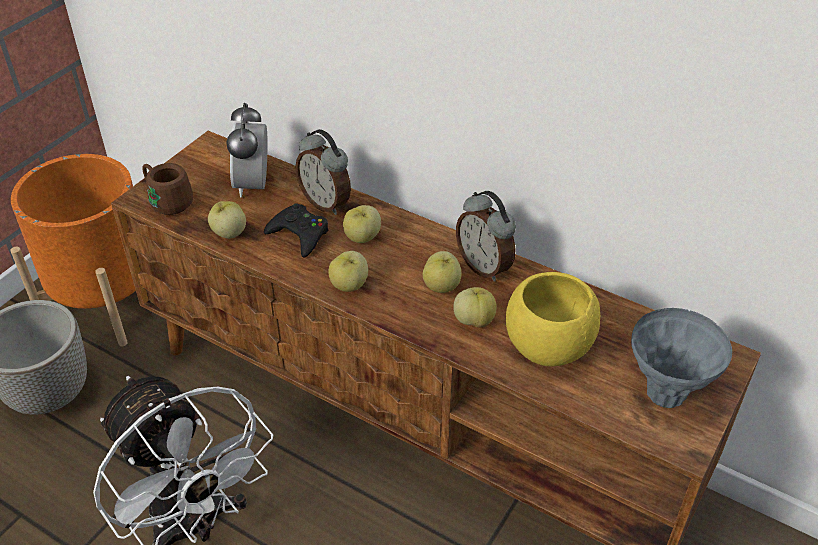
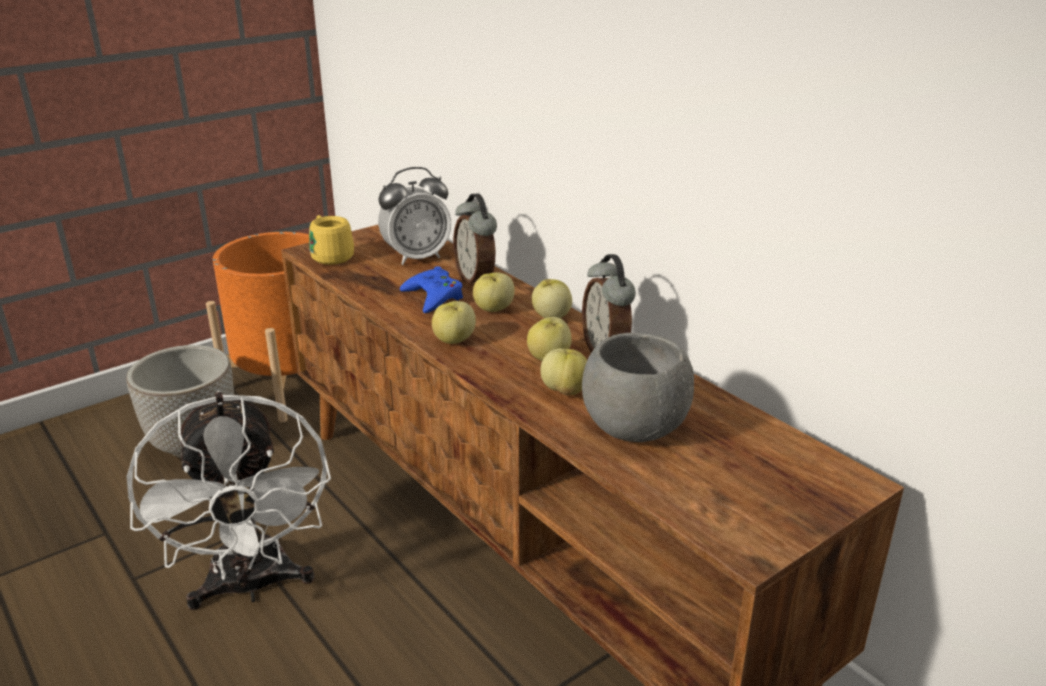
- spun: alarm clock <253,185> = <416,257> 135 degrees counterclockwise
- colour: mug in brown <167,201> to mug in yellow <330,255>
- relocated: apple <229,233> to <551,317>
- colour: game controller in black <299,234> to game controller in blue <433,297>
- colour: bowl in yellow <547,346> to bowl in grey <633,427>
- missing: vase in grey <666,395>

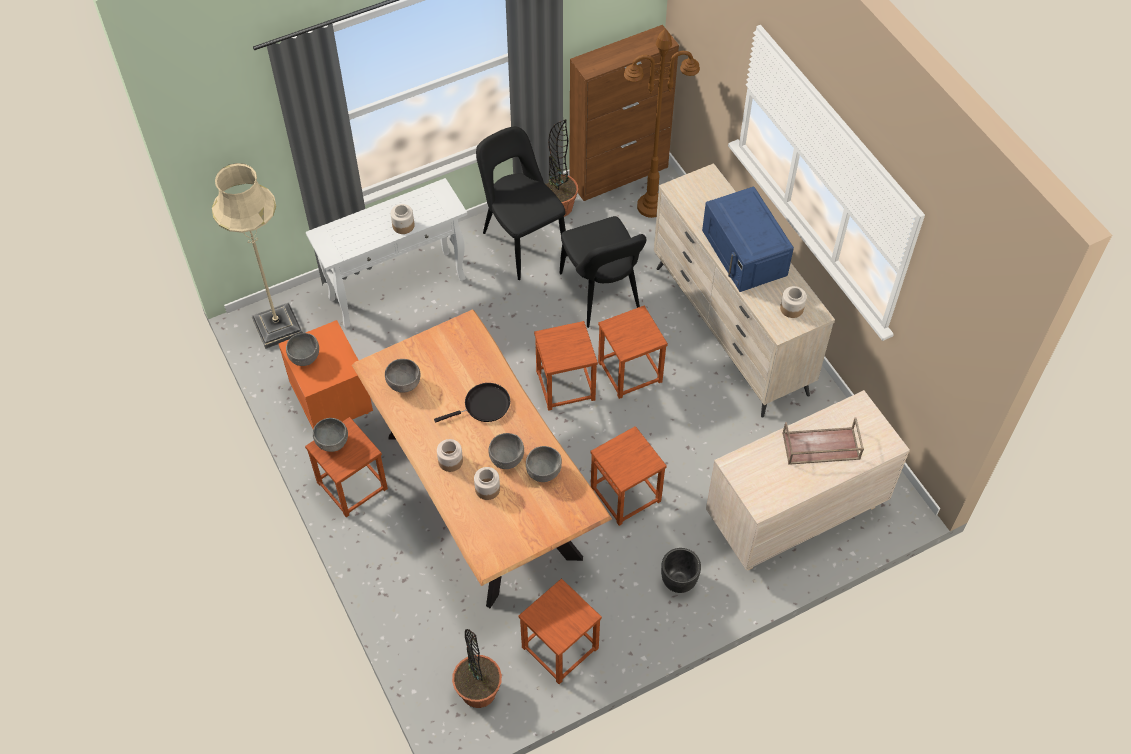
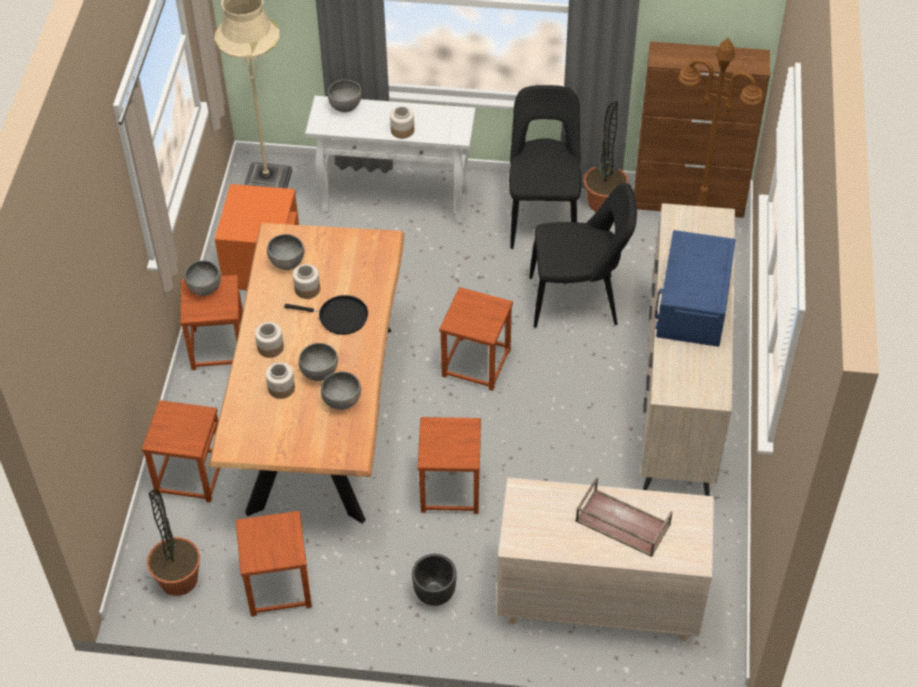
- spun: chair in black <601,295> = <578,301> 105 degrees counterclockwise
- relocated: jar <791,308> to <307,289>
- relocated: stool in brown <629,372> to <190,474>
- relocated: bowl in grey <305,358> to <345,106>

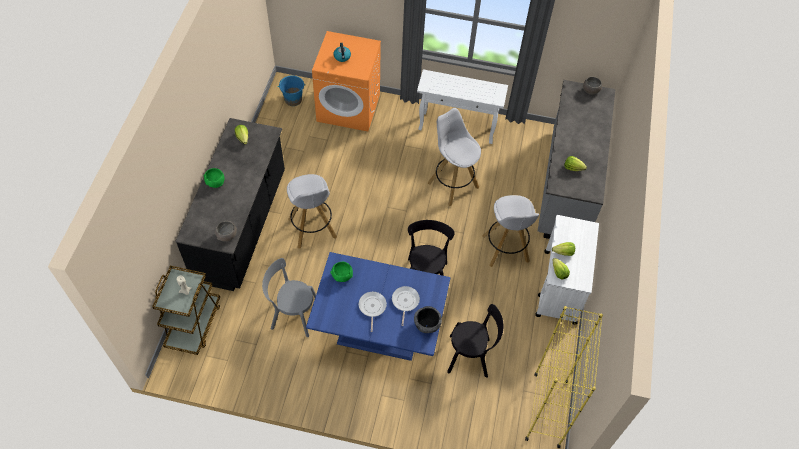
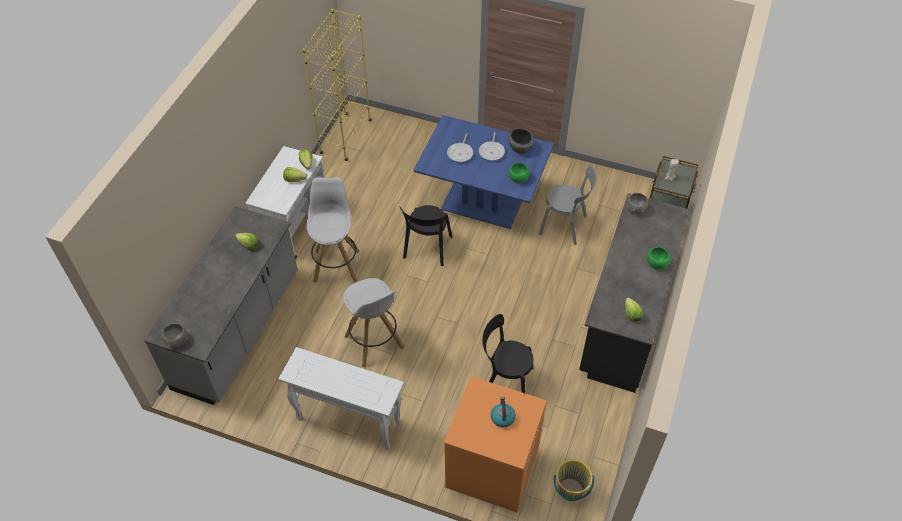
- colour: bucket in blue <293,100> to bucket in yellow <570,490>
- missing: stool in white <312,229>
- relocated: chair in black <471,356> to <504,381>
- relocated: bowl <426,326> to <520,149>

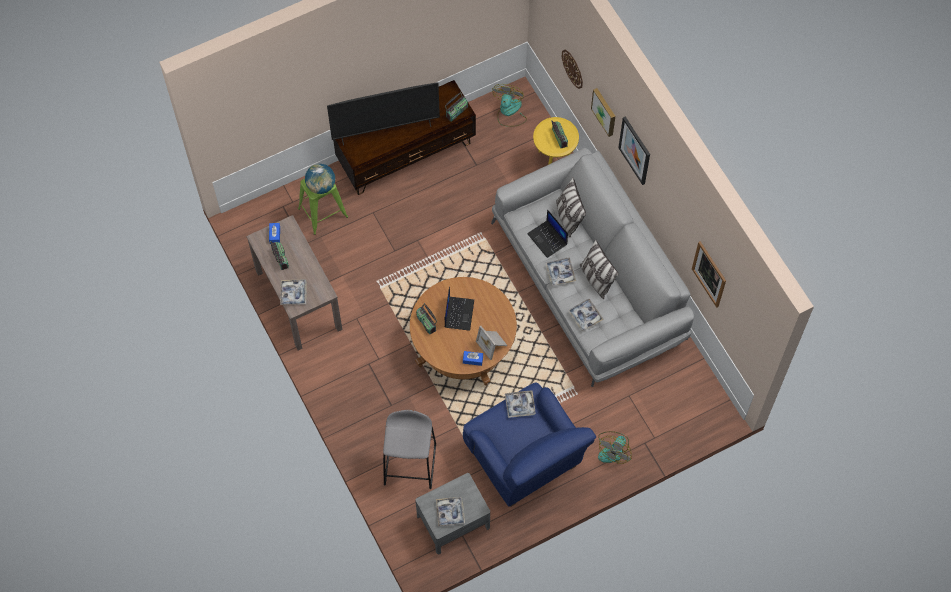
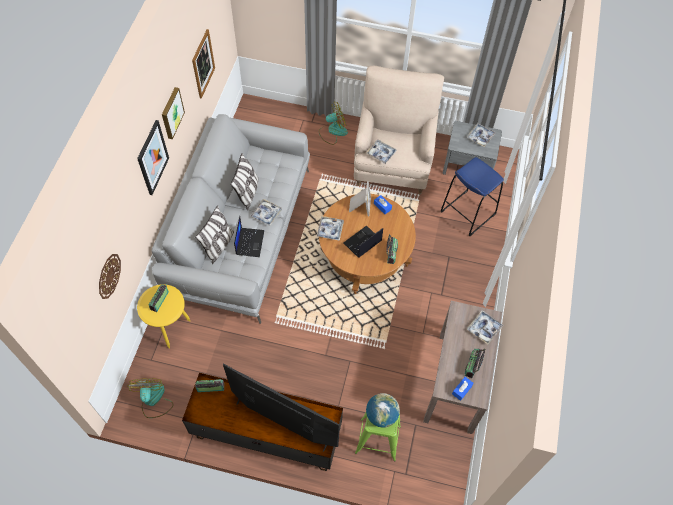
- spun: fan <509,112> = <153,400> 120 degrees clockwise
- relocated: picture <605,111> to <171,113>
- relocated: tray <585,316> to <330,230>
- colour: armchair in blue <525,461> to armchair in beige <392,163>
- colour: stool in grey <410,464> to stool in blue <467,213>

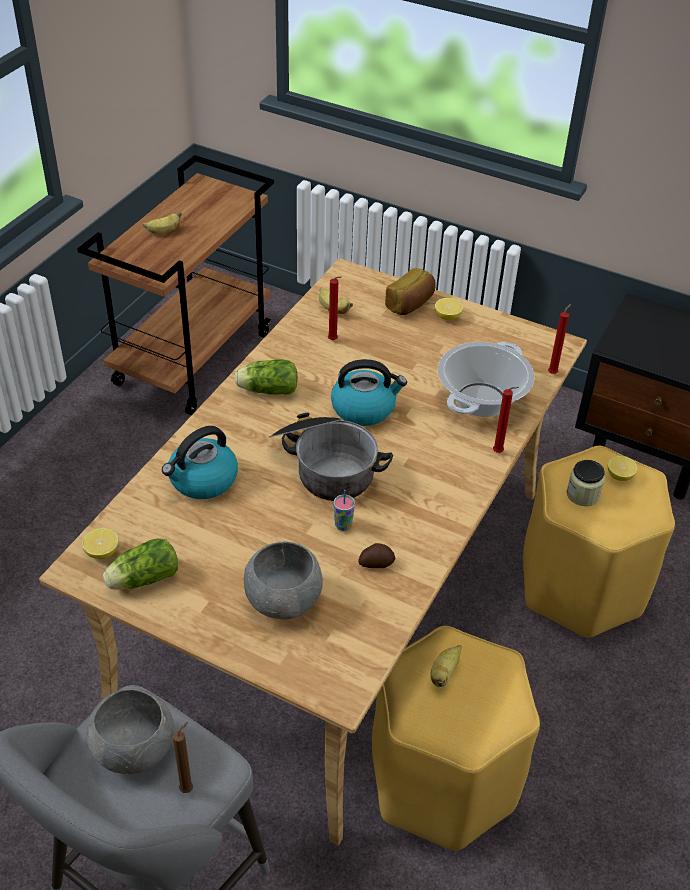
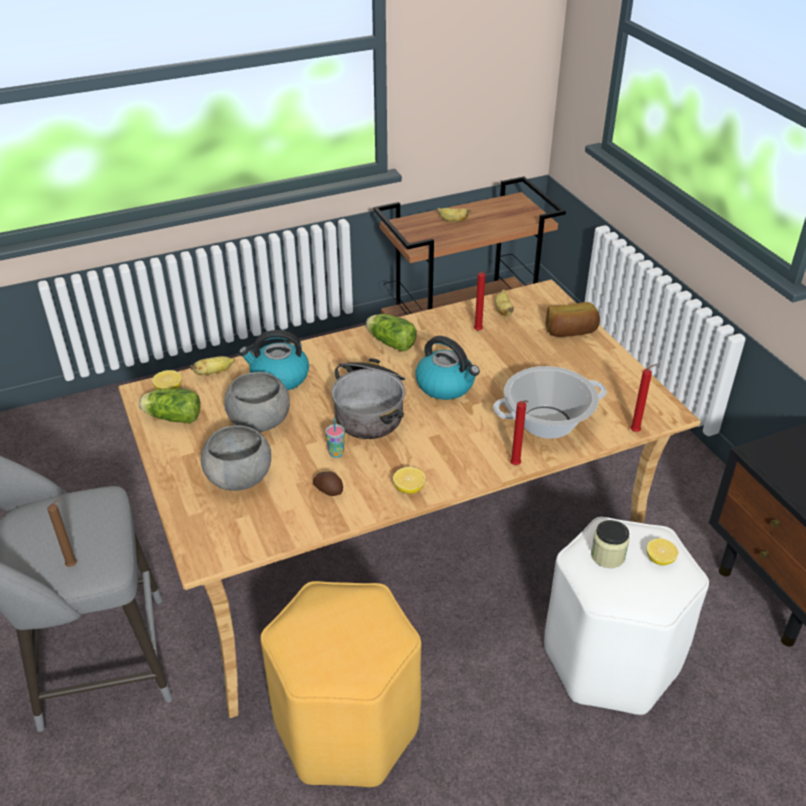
- relocated: lemon <447,317> to <409,489>
- colour: stool in yellow <581,587> to stool in white <610,660>
- relocated: banana <444,673> to <214,372>
- relocated: bowl in grey <133,748> to <259,421>

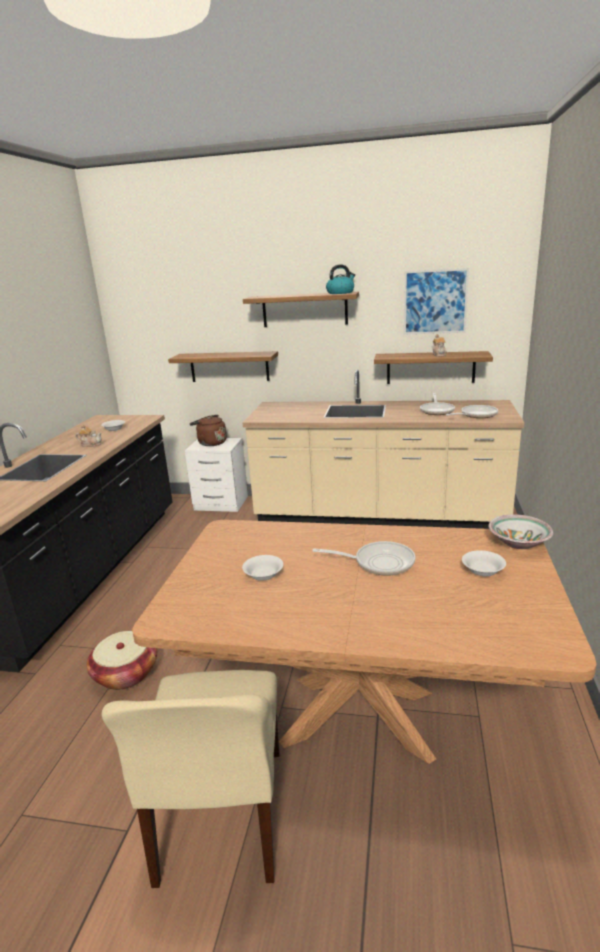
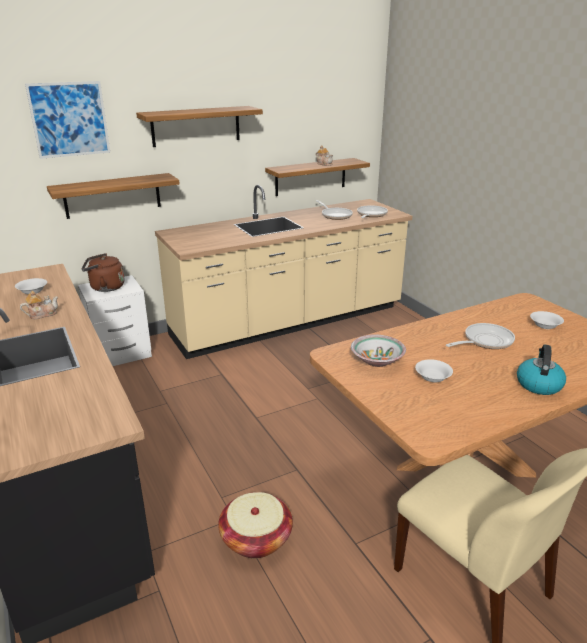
- relocated: kettle <340,293> to <538,384>
- relocated: picture <435,302> to <69,119>
- relocated: bowl <519,543> to <377,360>

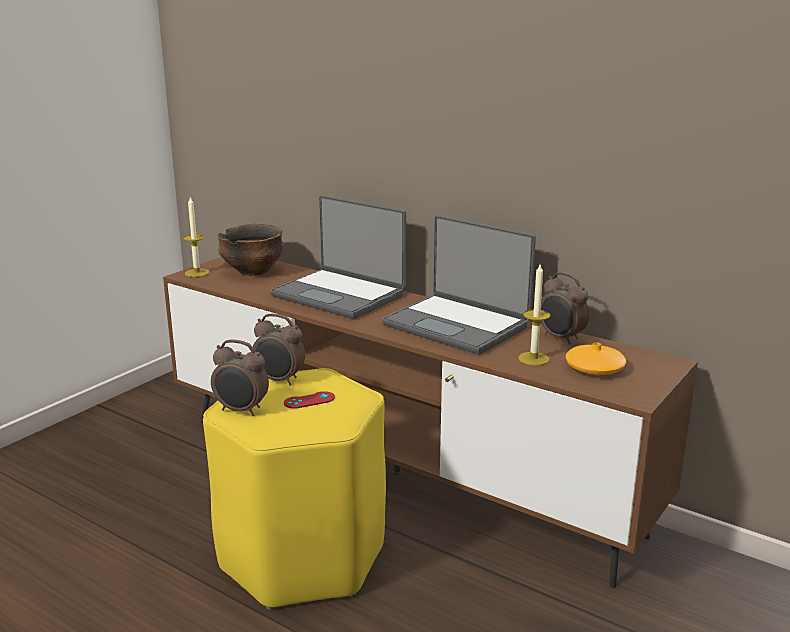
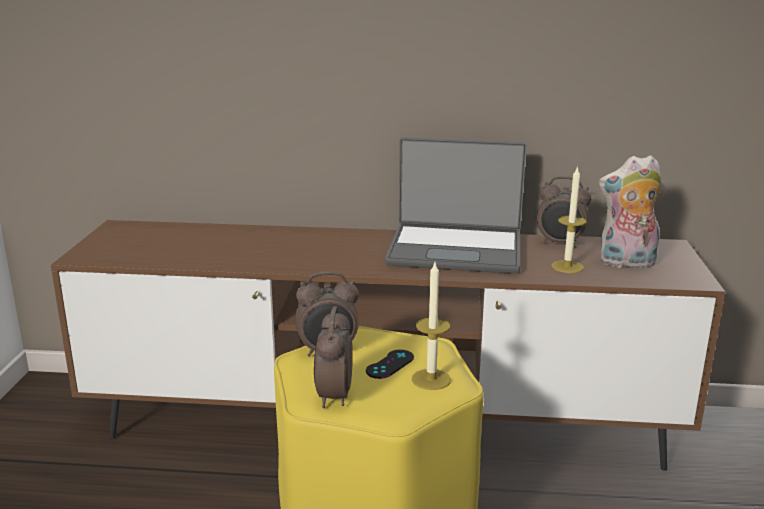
- missing: laptop <340,295>
- relocated: candle <197,273> to <431,379>
- missing: bowl <253,271>
- spun: alarm clock <241,411> = <333,397> 105 degrees clockwise
- exchanged: vase in orange <594,368> to plush toy <626,263>
- colour: game controller in red <309,400> to game controller in black <390,364>

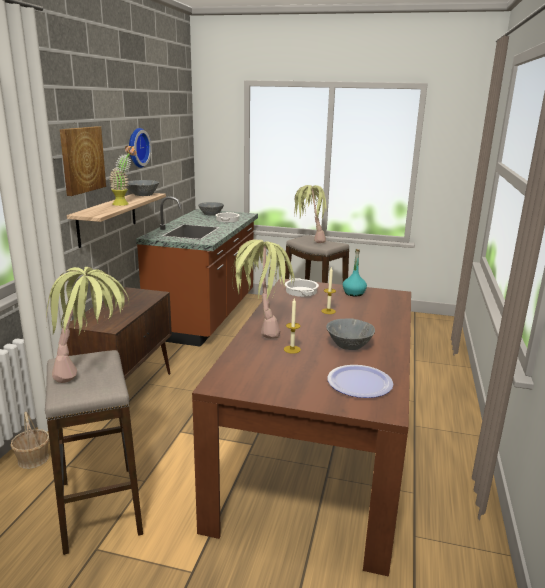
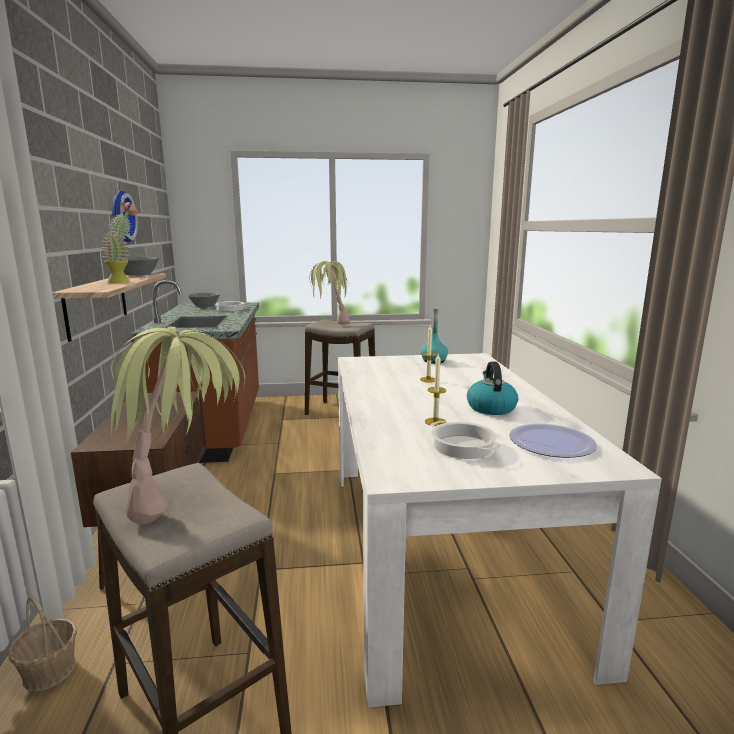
- missing: picture <82,159>
- missing: potted plant <261,329>
- colour: dining table in brown <317,449> to dining table in white <441,548>
- relocated: cooking pot <301,291> to <462,446>
- exchanged: bowl in grey <349,345> to kettle <490,407>

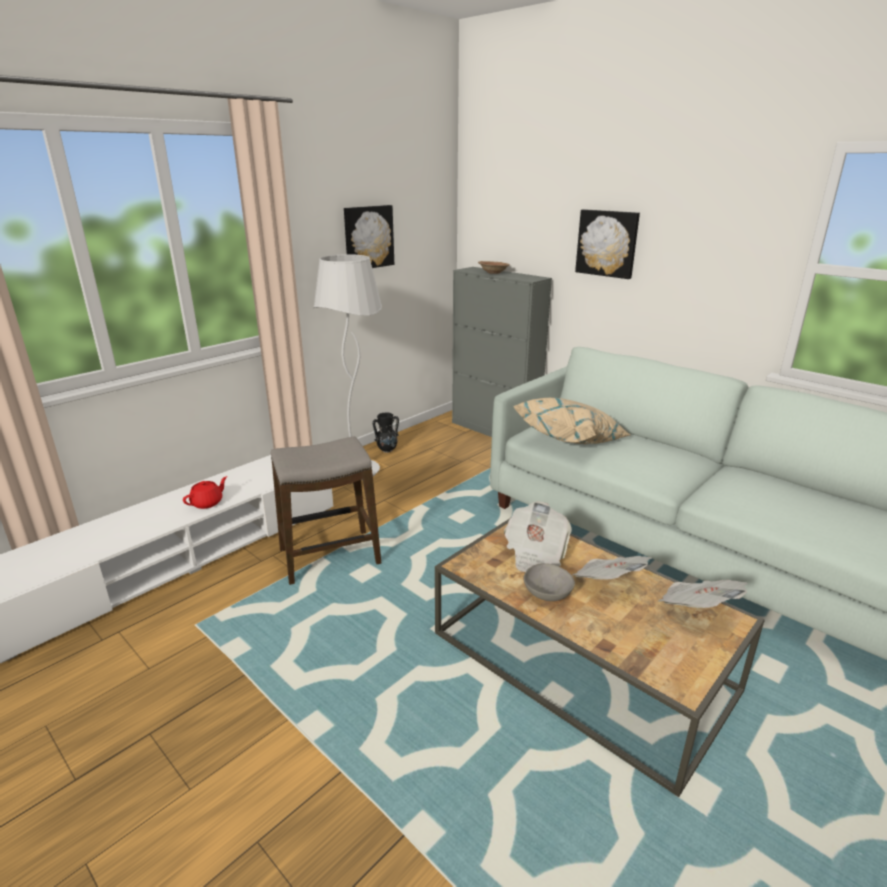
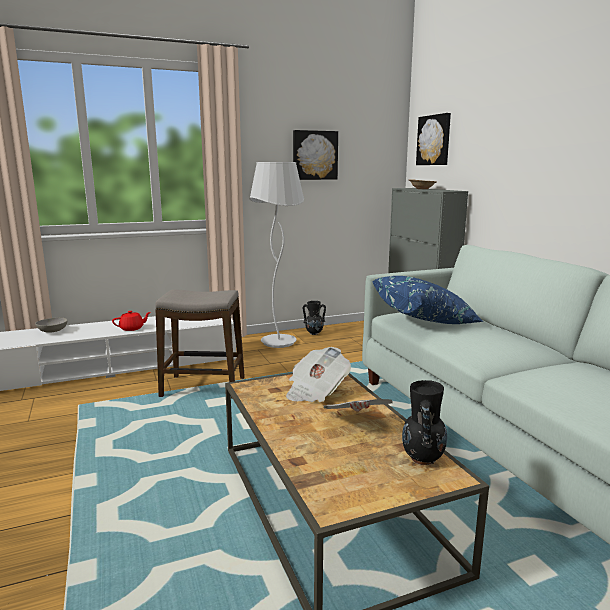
- relocated: picture <607,243> to <434,140>
- colour: pillow in beige <571,440> to pillow in blue <425,320>
- relocated: bowl in grey <547,593> to <52,331>
- exchanged: newspaper <697,608> to vase in black <422,459>

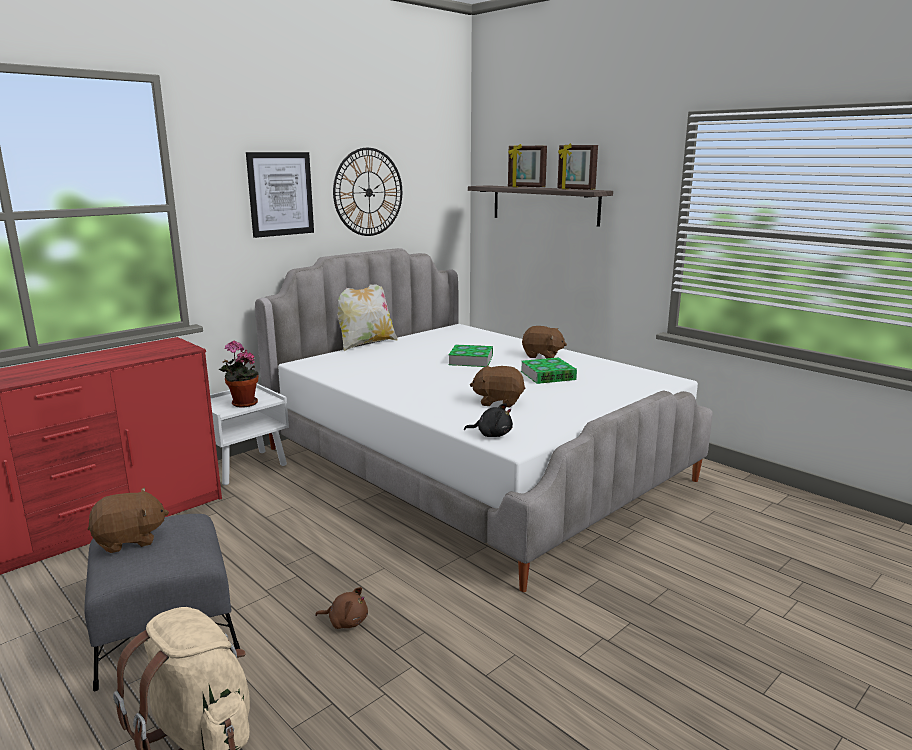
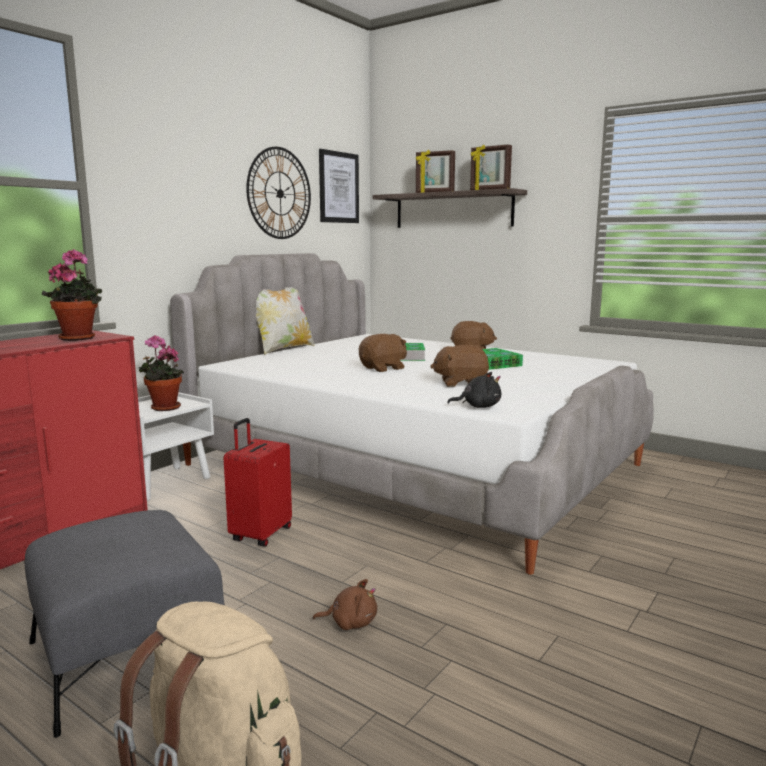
- relocated: picture <280,194> to <338,187>
- relocated: plush toy in brown <130,540> to <383,368>
- appeared: potted plant <79,338>
- appeared: suitcase in red <260,535>

